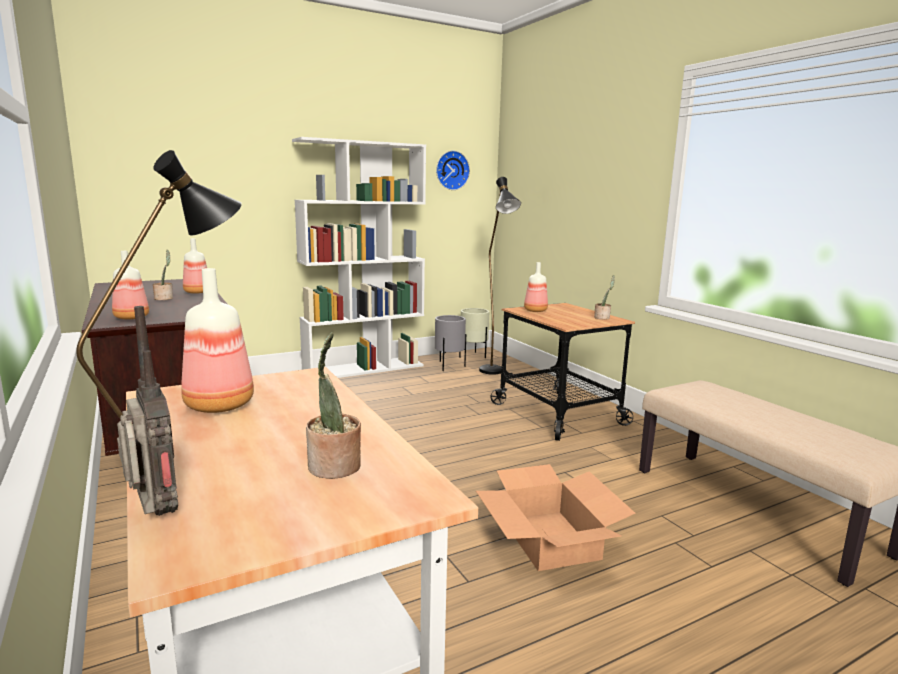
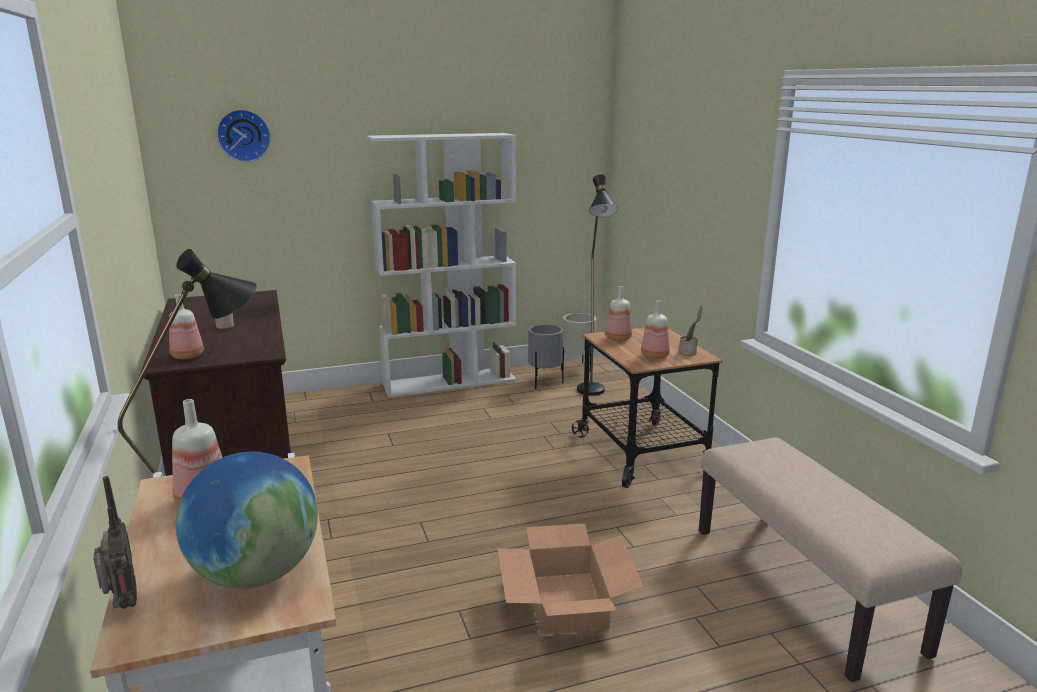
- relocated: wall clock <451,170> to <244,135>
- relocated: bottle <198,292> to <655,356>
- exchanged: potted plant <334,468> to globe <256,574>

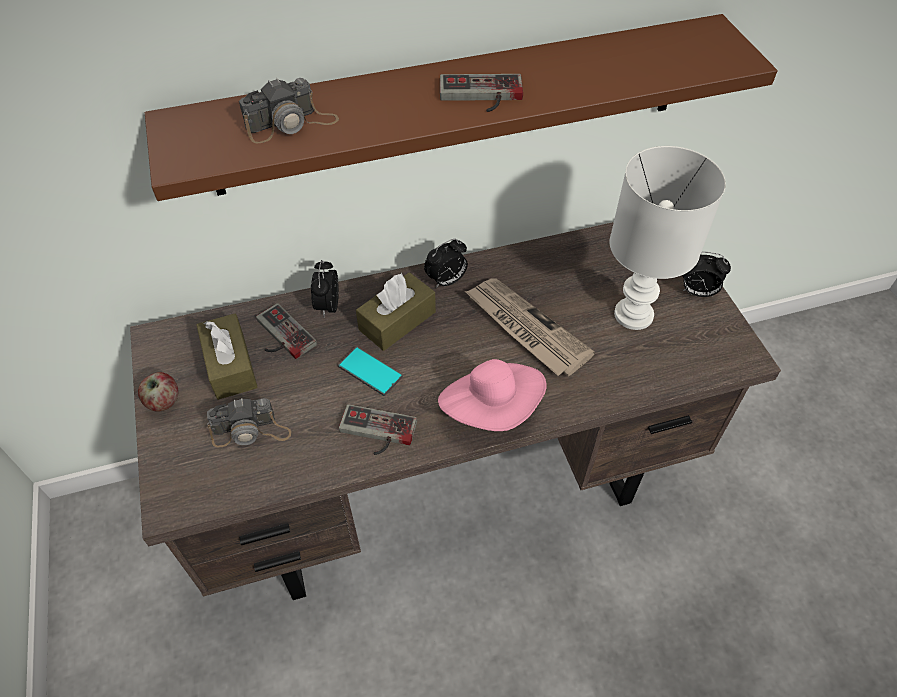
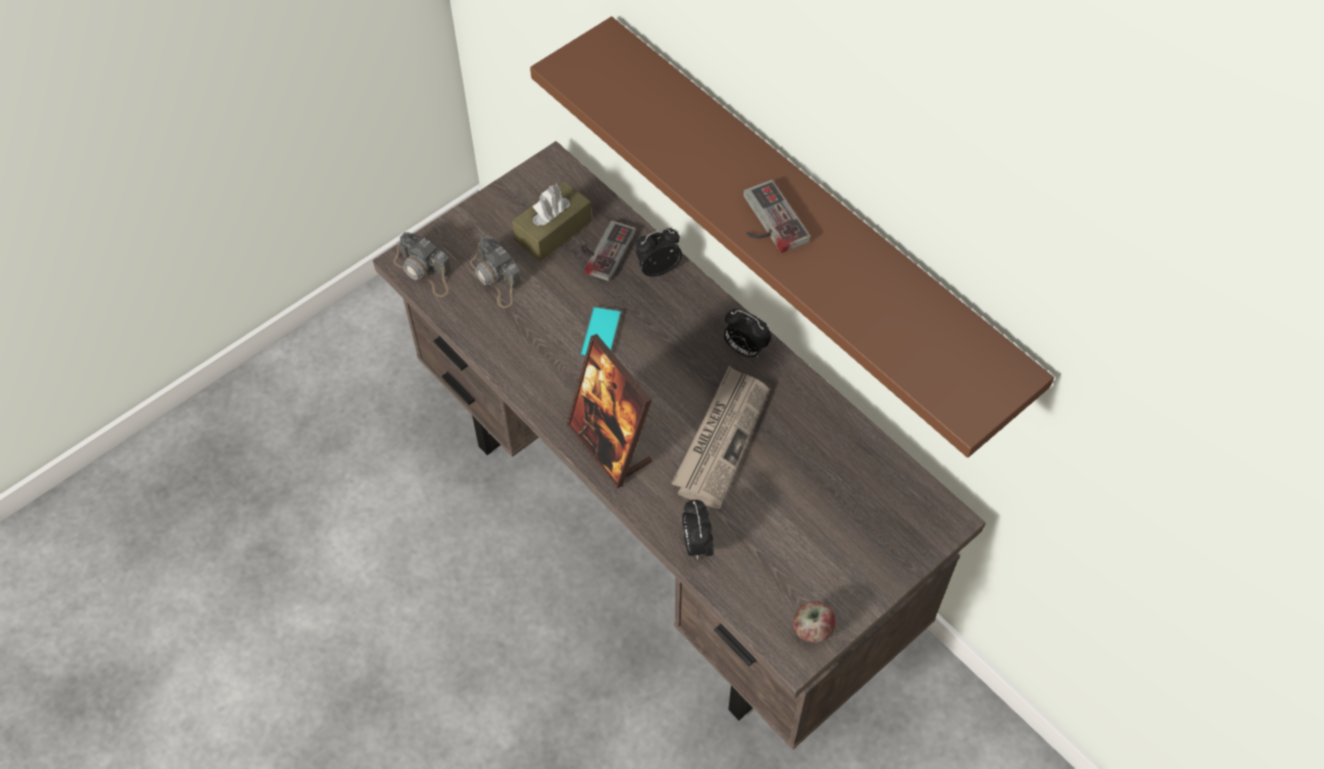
- relocated: photo camera <291,124> to <424,271>
- missing: table lamp in white <634,316>
- relocated: alarm clock <697,292> to <696,544>
- missing: tissue box in brown <397,321>
- exchanged: hat in pink <492,408> to picture frame <610,445>
- relocated: apple <163,401> to <812,629>
- missing: game controller <376,434>

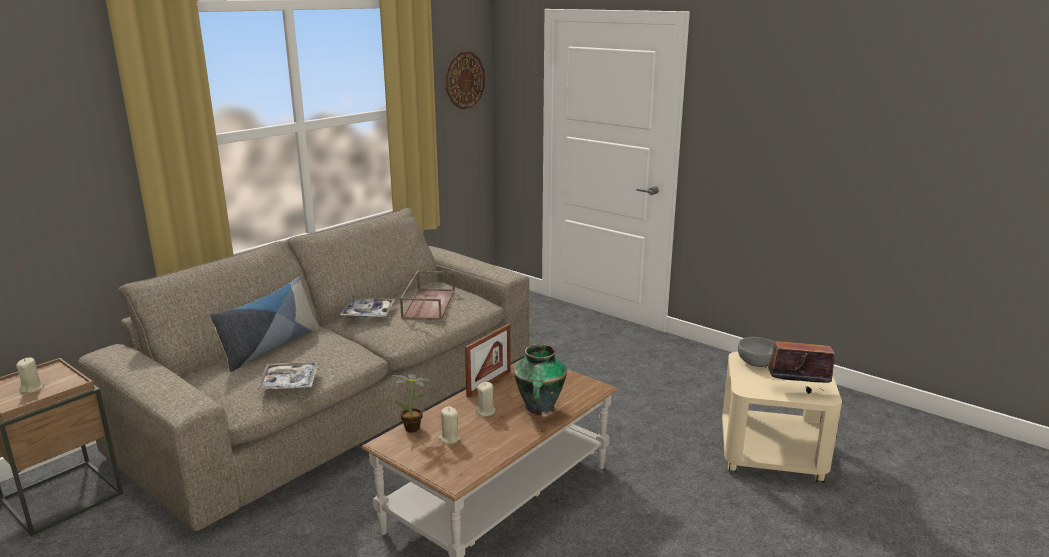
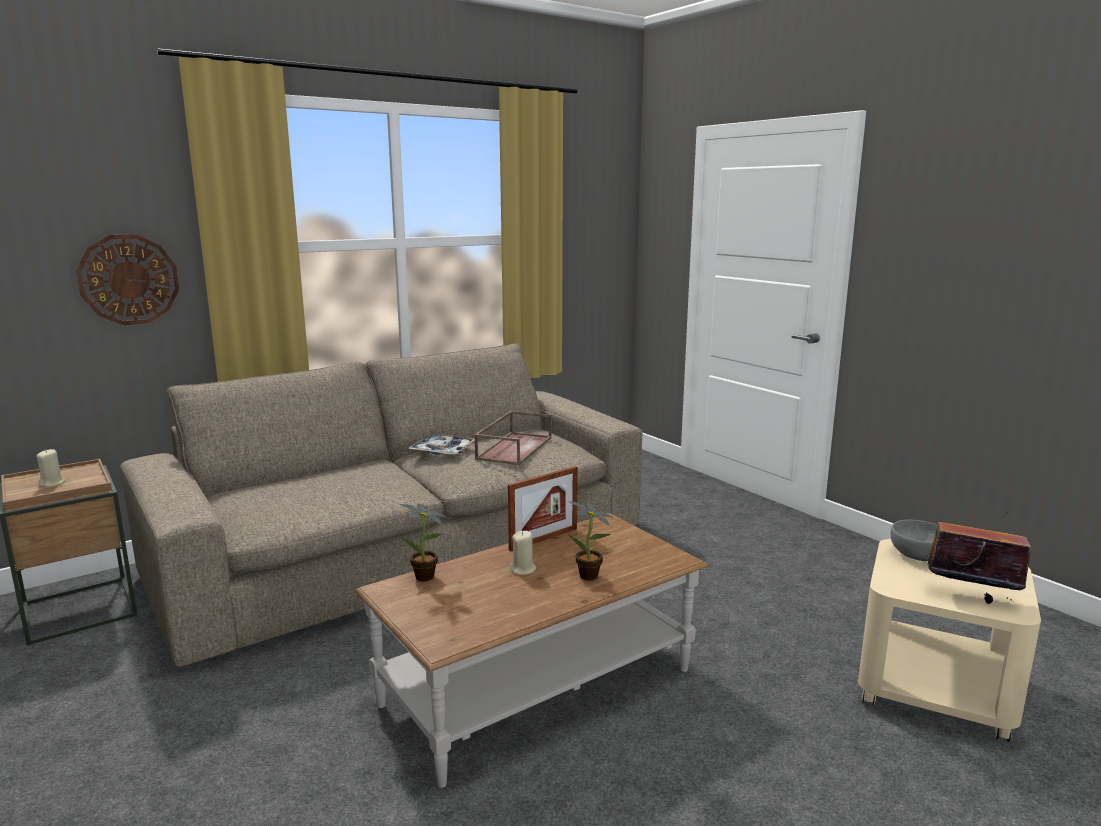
- relocated: wall clock <464,80> to <129,279>
- missing: pillow <270,347>
- exchanged: vase <539,411> to potted plant <591,577>
- missing: tray <289,382>
- missing: candle in beige <449,438>

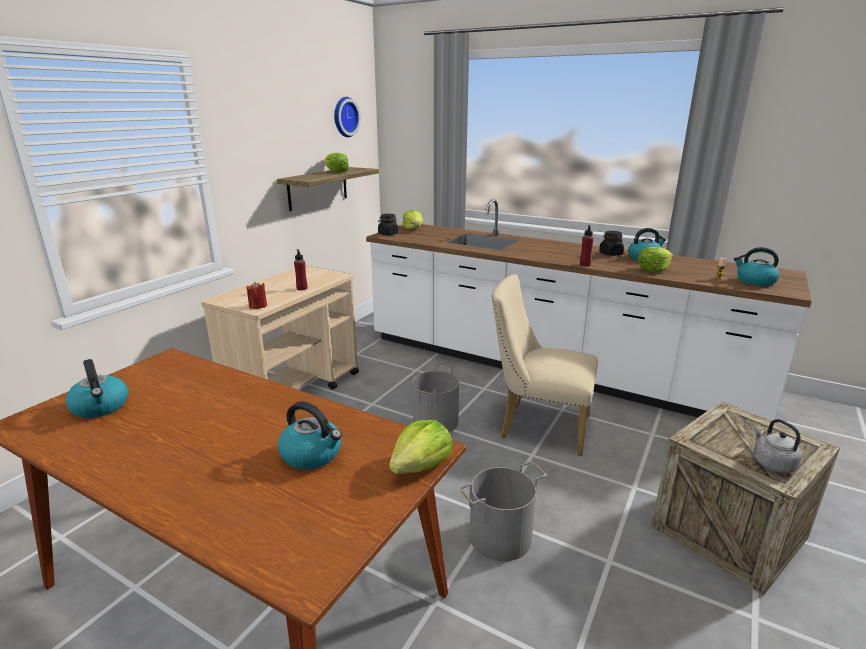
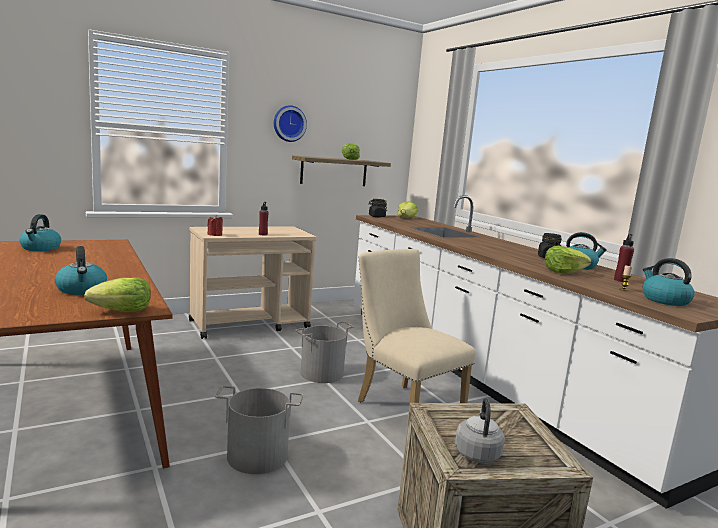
- relocated: wall clock <344,117> to <289,123>
- relocated: bottle in red <585,265> to <620,280>

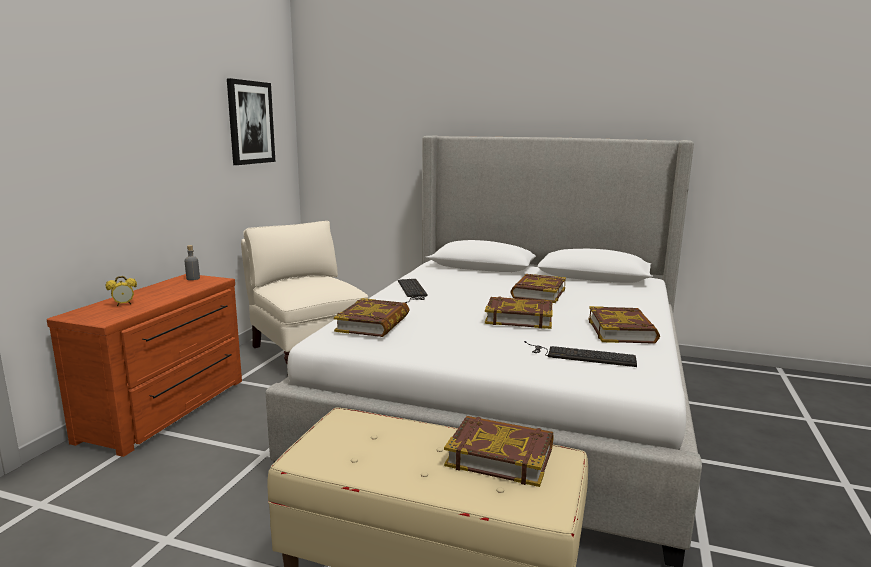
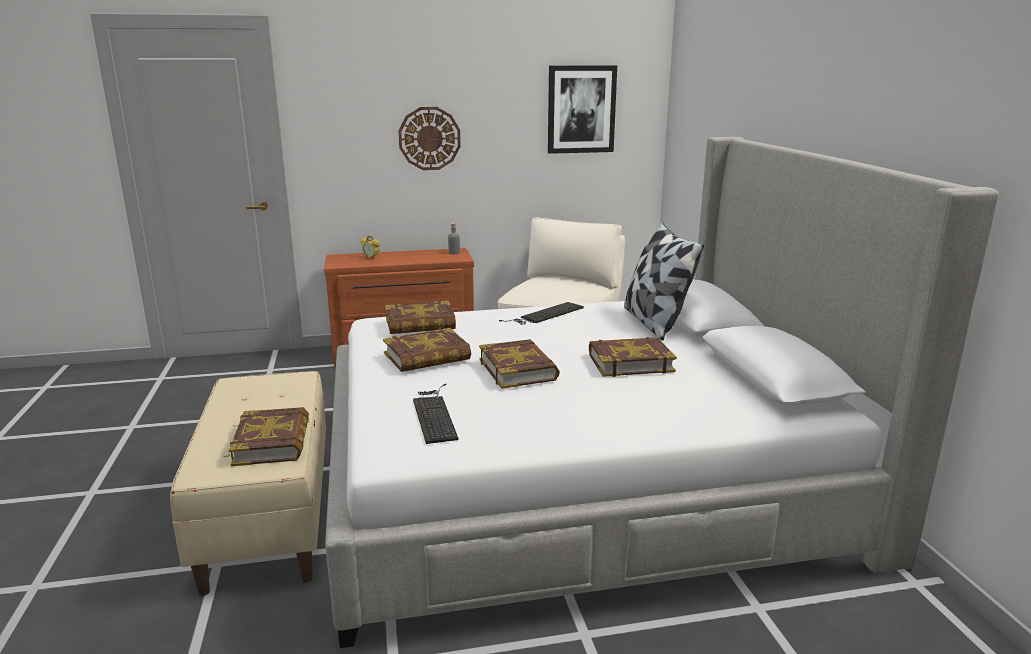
- relocated: book <622,331> to <427,357>
- appeared: wall clock <429,138>
- appeared: pillow <654,322>

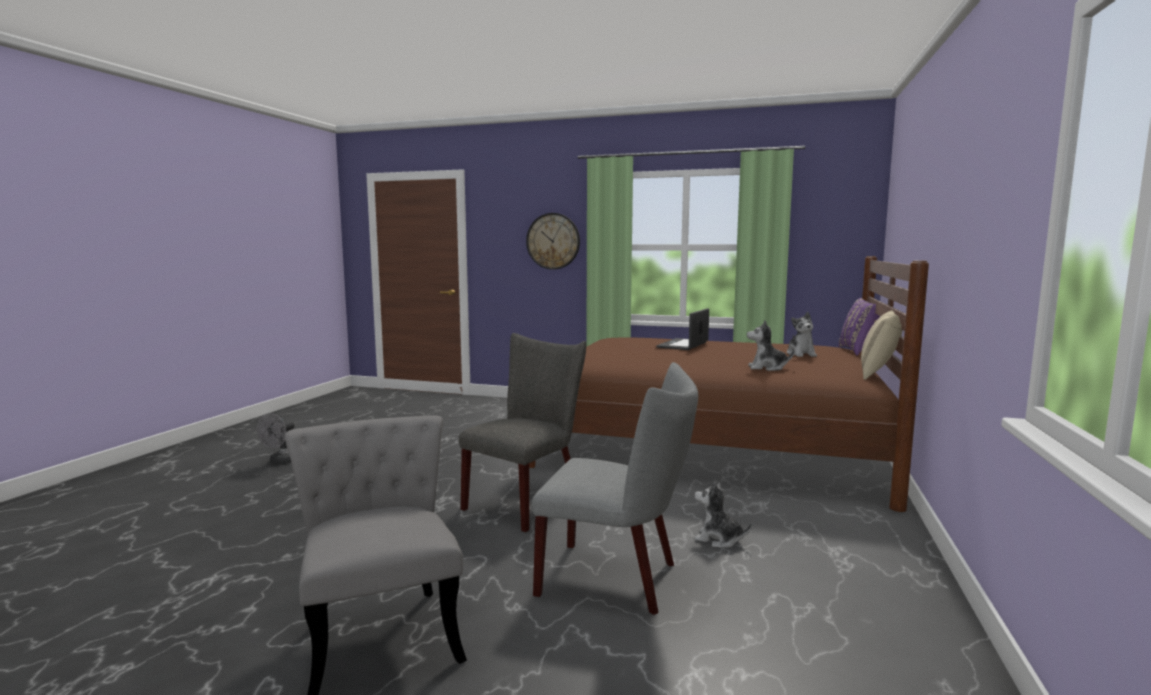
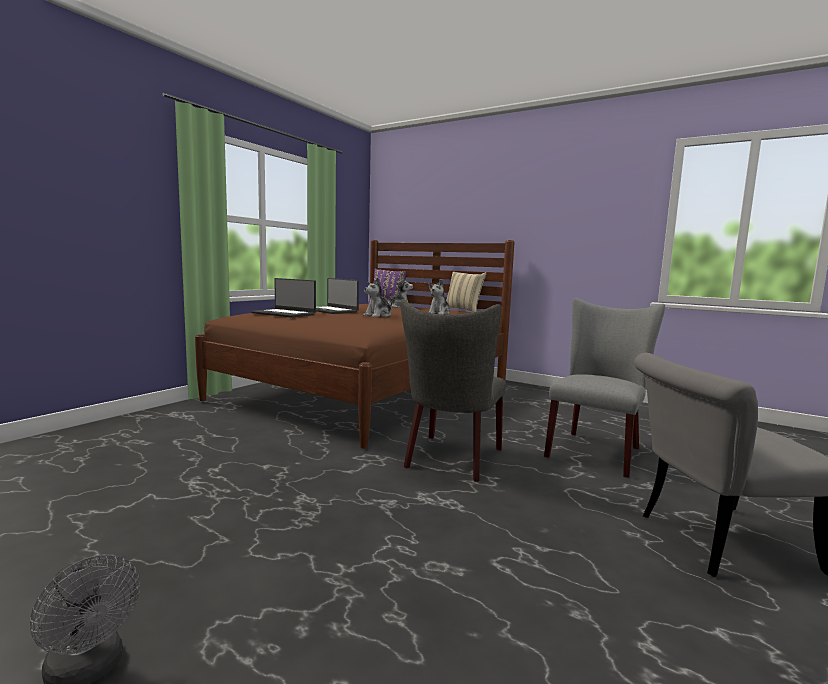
- missing: wall clock <553,241>
- spun: chair in grey <528,501> = <451,460> 120 degrees counterclockwise
- relocated: plush toy <718,539> to <378,316>
- appeared: laptop <284,314>

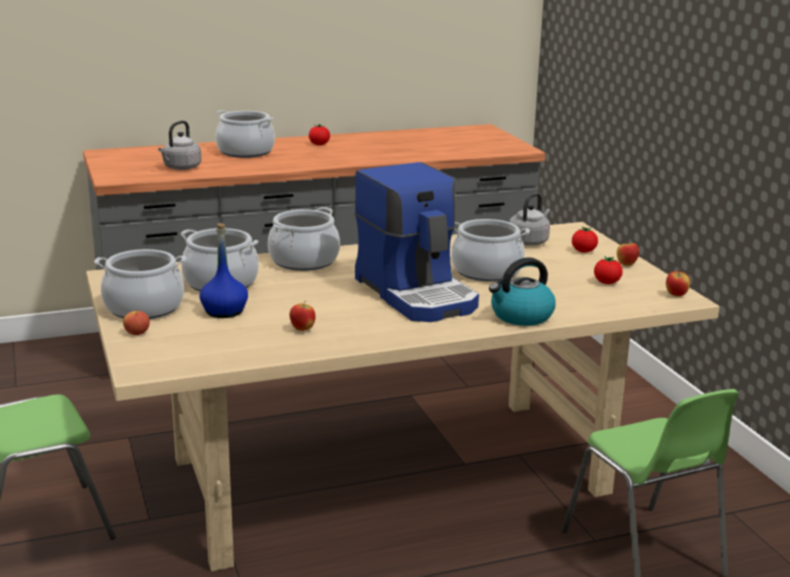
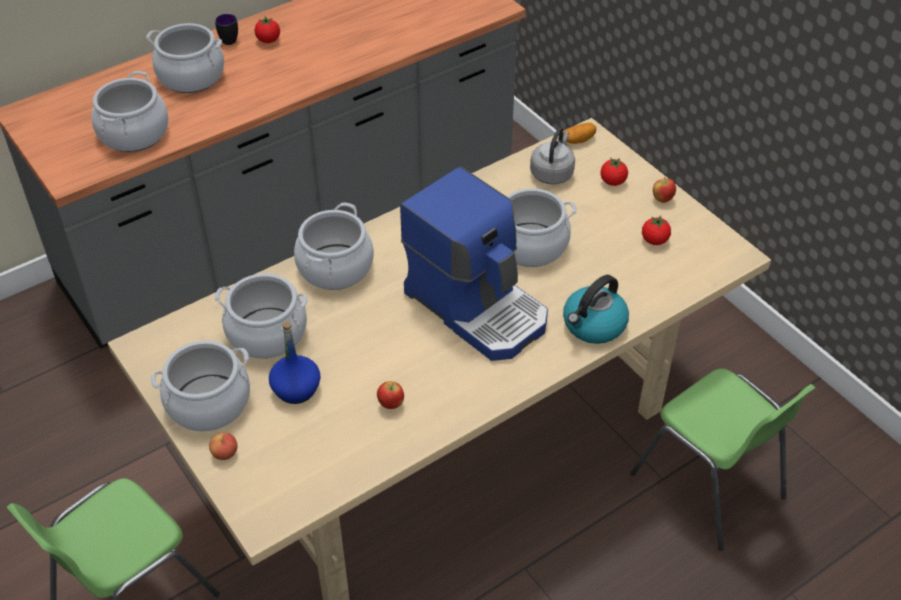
- exchanged: kettle in grey <180,168> to cooking pot <134,133>
- missing: apple <676,295>
- appeared: mug <230,38>
- appeared: potato <579,140>

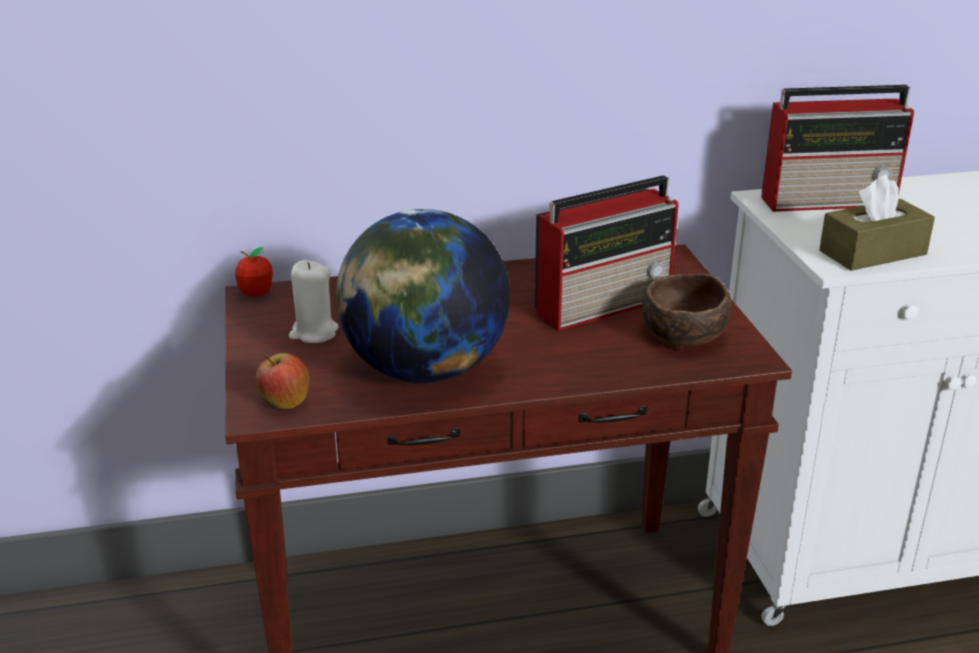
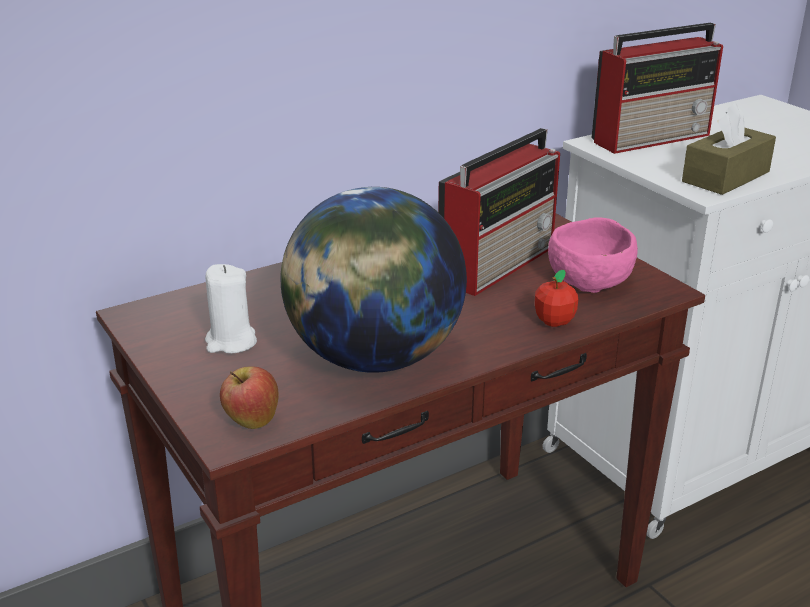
- relocated: apple <256,293> to <554,322>
- colour: bowl in brown <682,335> to bowl in pink <589,280>

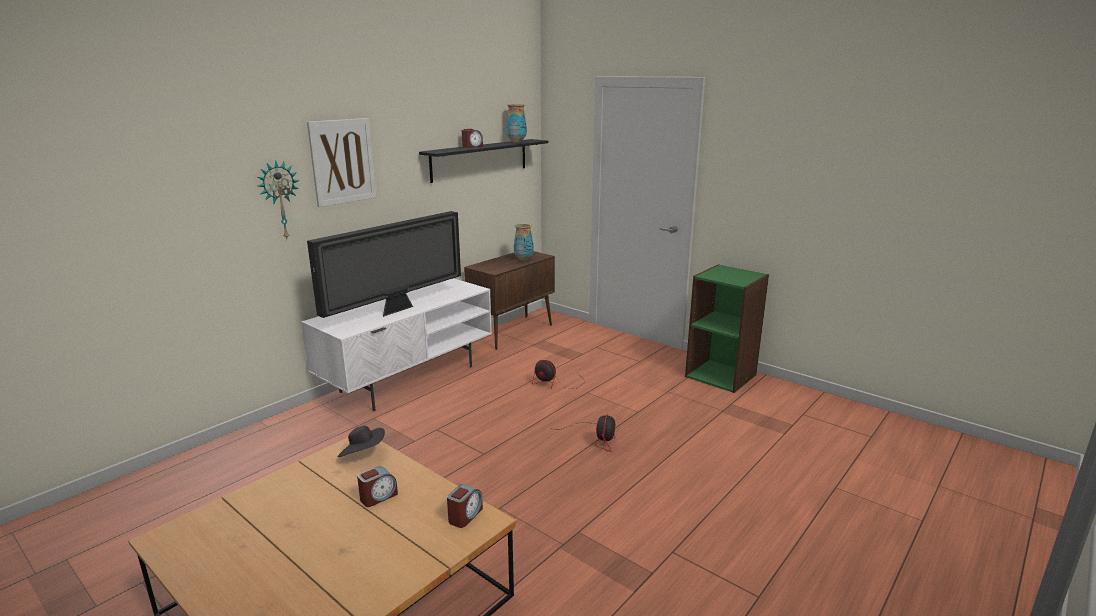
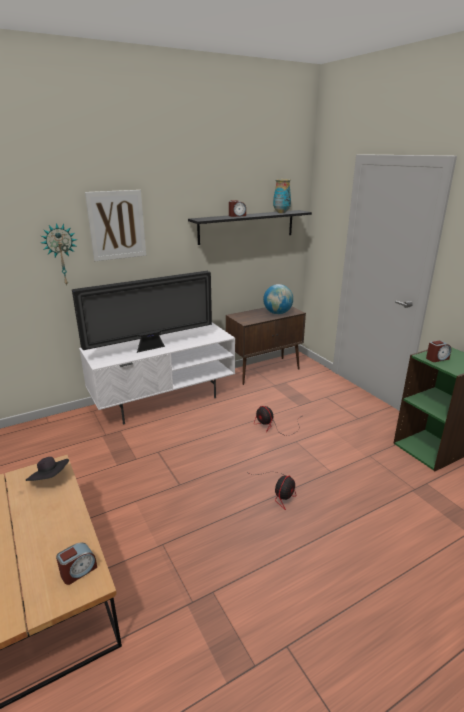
- exchanged: vase <523,259> to globe <277,313>
- relocated: alarm clock <378,497> to <437,358>

